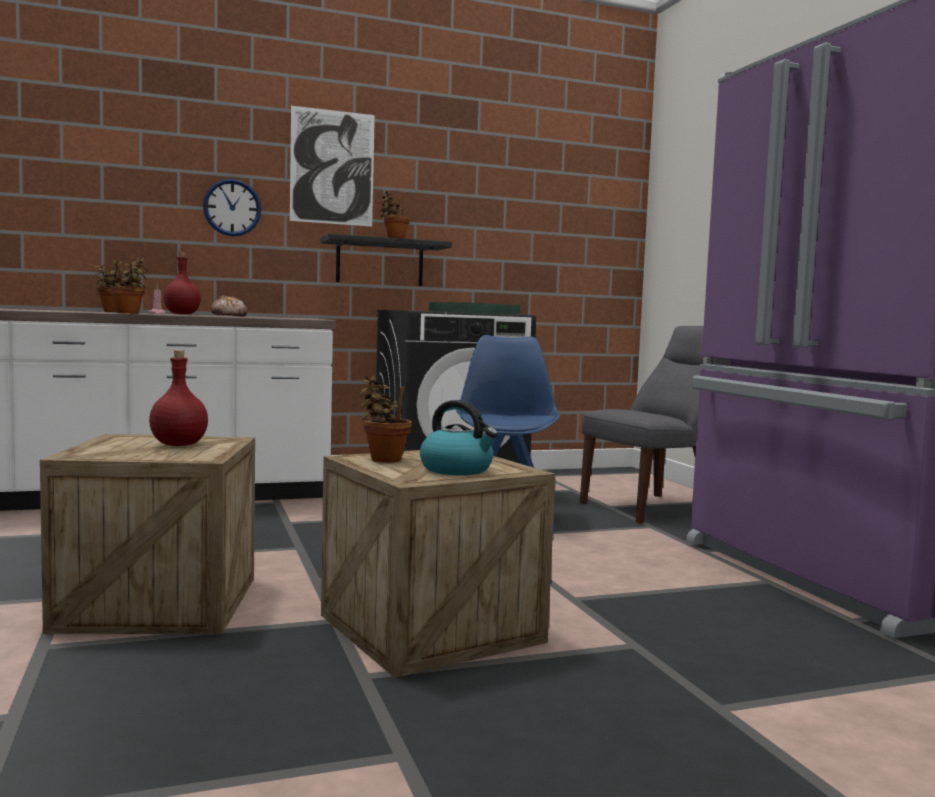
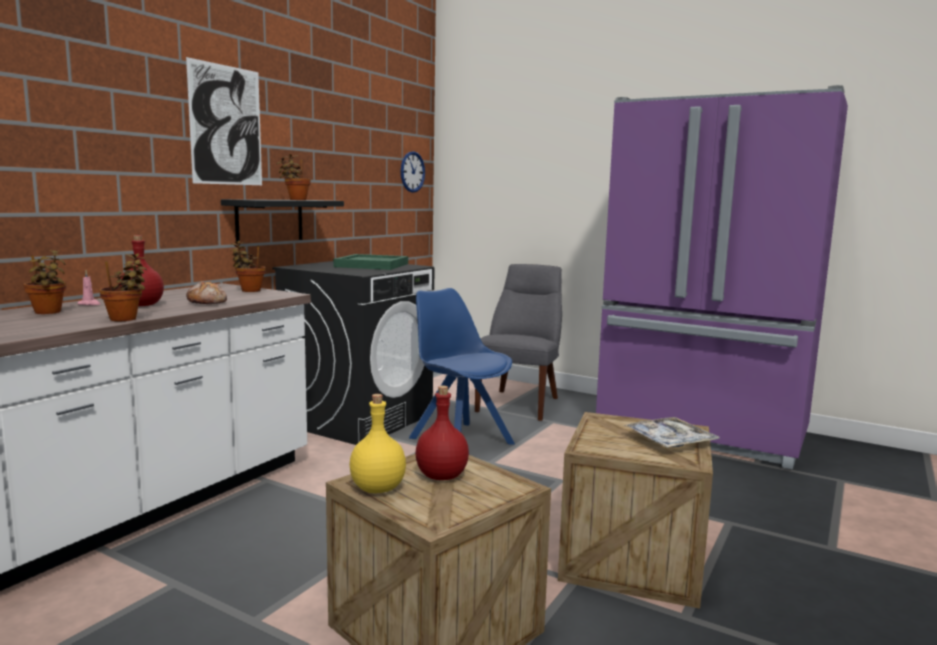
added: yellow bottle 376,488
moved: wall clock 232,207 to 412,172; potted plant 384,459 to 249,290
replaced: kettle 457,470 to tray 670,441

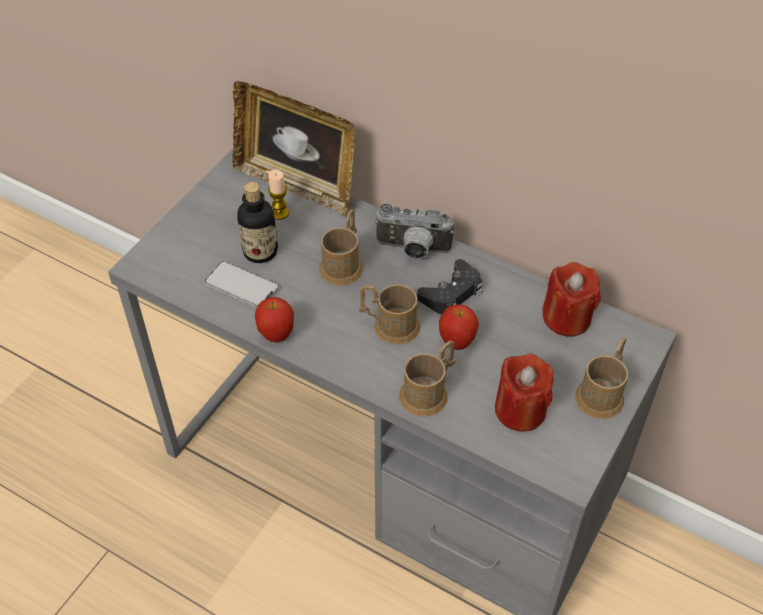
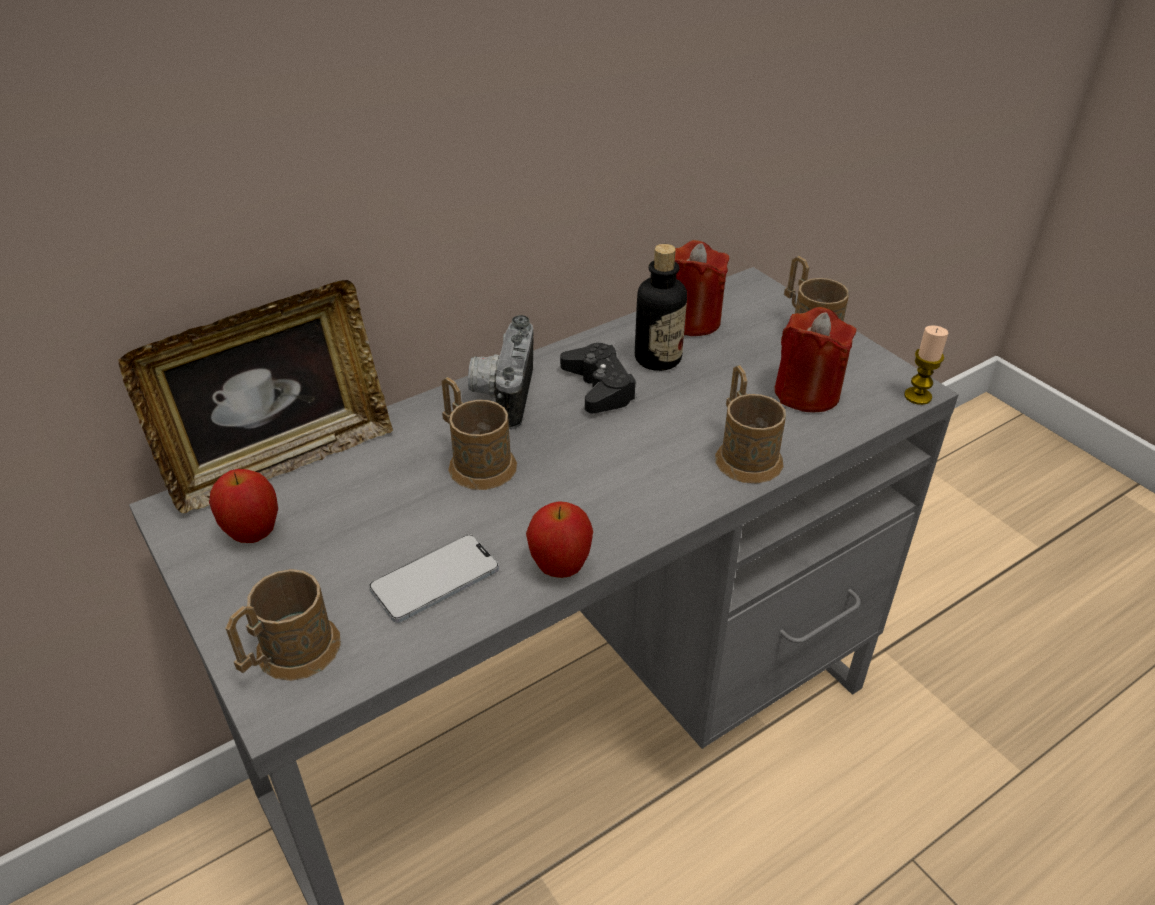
moved: bottle 260,252 to 658,358; candle 280,213 to 917,396; brown mug 389,325 to 289,655; apple 457,342 to 253,534
turned: photo camera 412,250 = 502,395 150 degrees clockwise

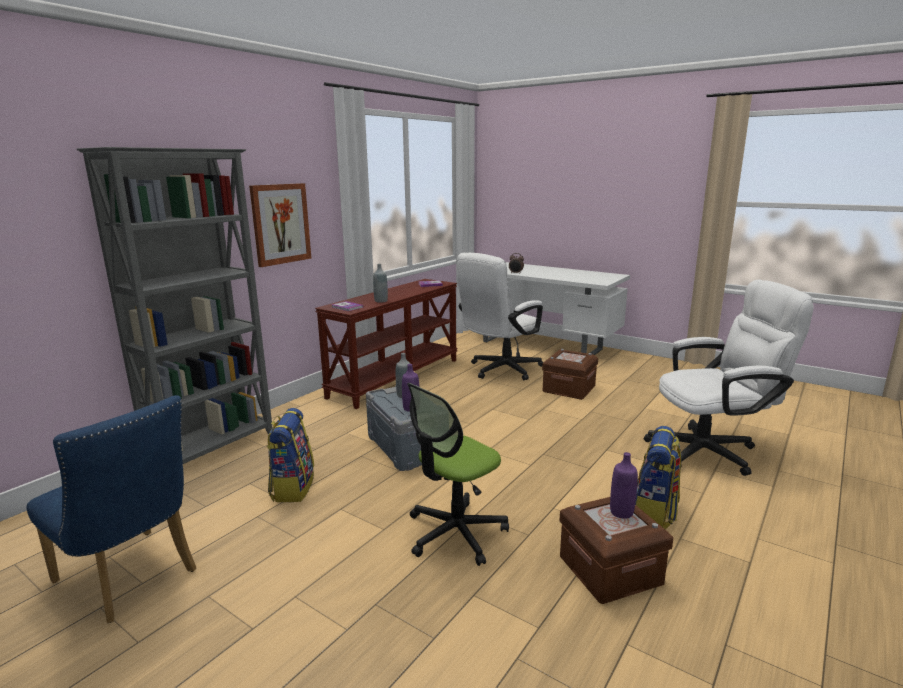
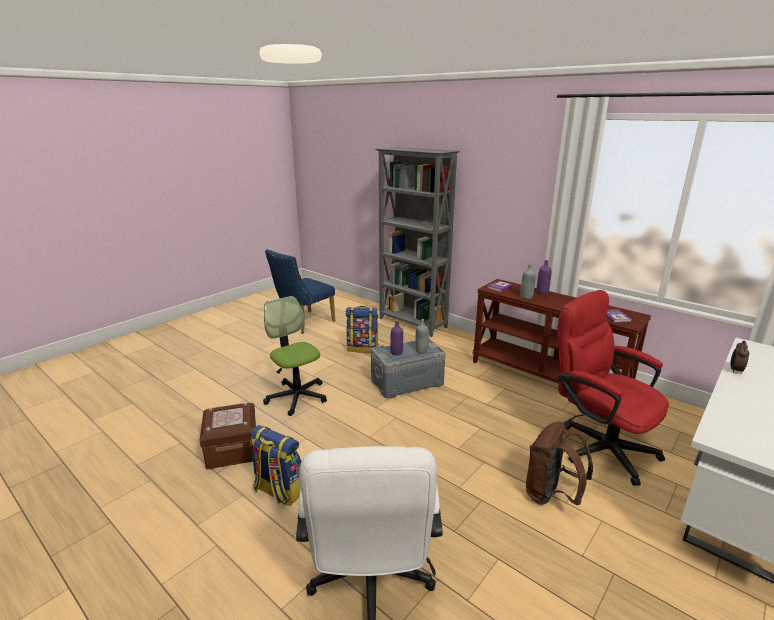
removed: picture 280,224
moved: purple bottle 621,512 to 542,292
replaced: brown storage box 569,389 to brown backpack 551,495
recoloured: white office chair 500,370 to red office chair 598,445

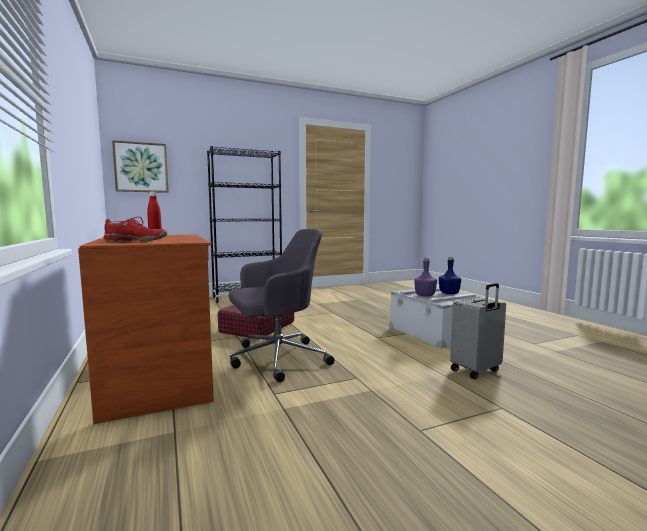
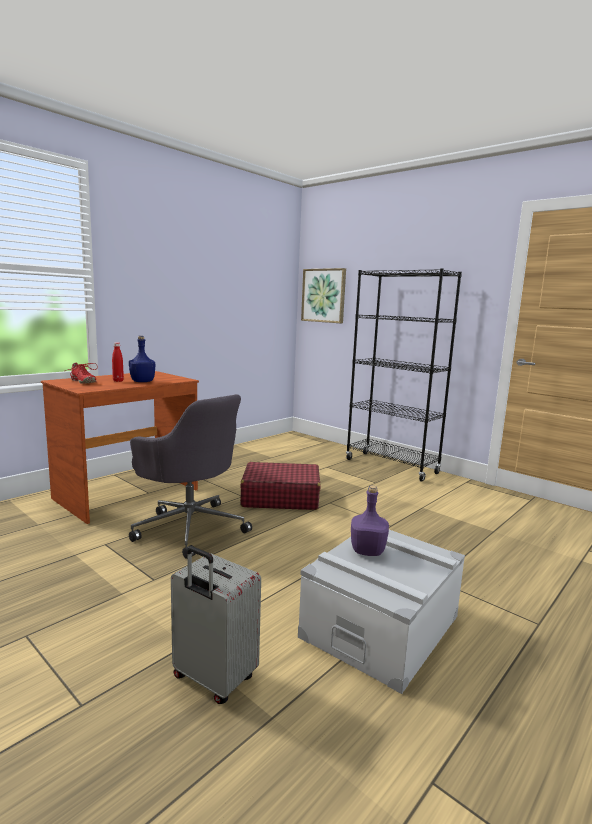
moved: blue bottle 448,293 to 142,381

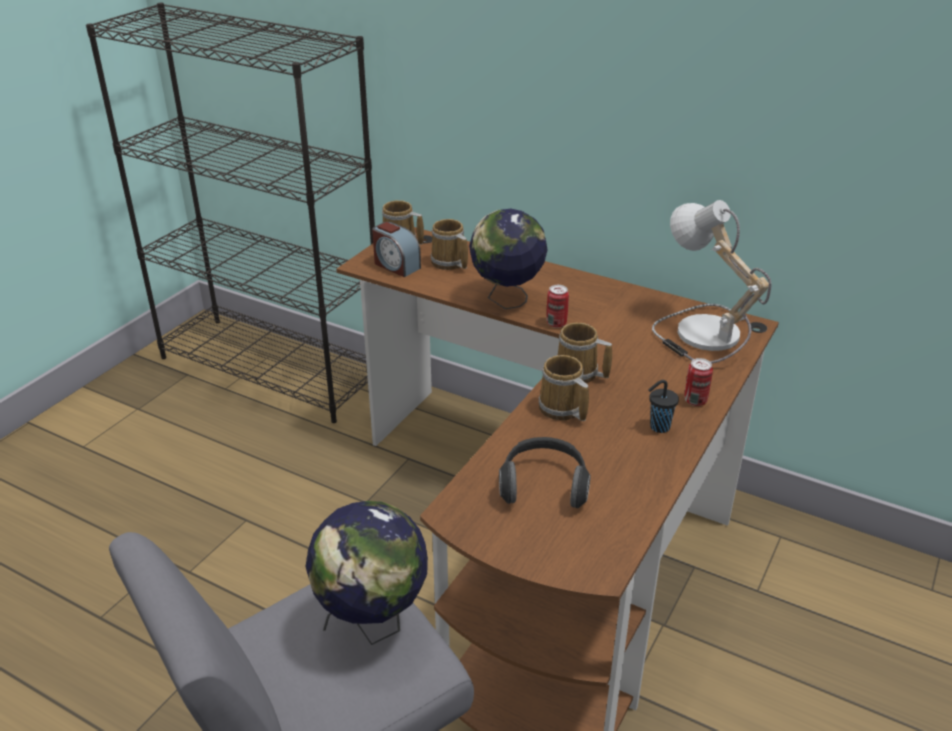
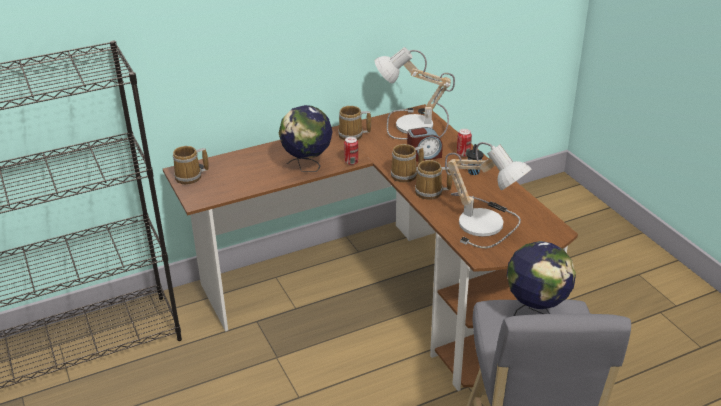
moved: alarm clock 396,266 to 424,156; mug 449,263 to 352,135
replaced: headphones 544,485 to table lamp 486,222

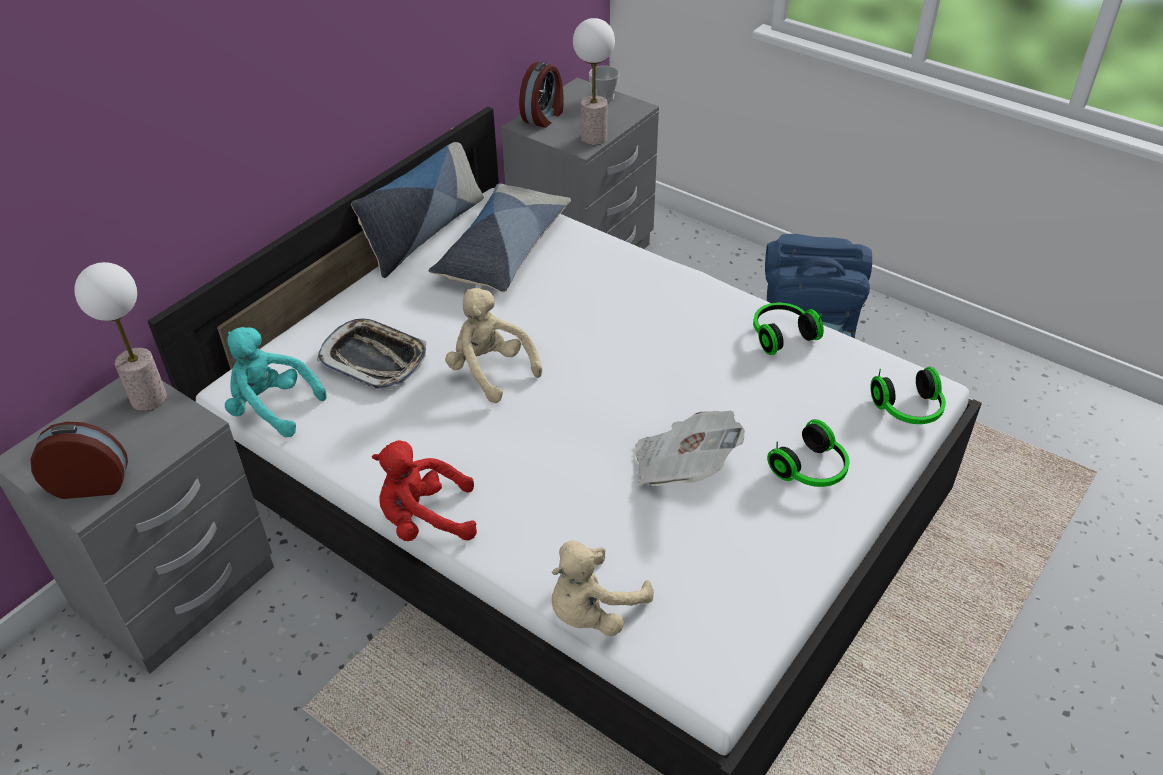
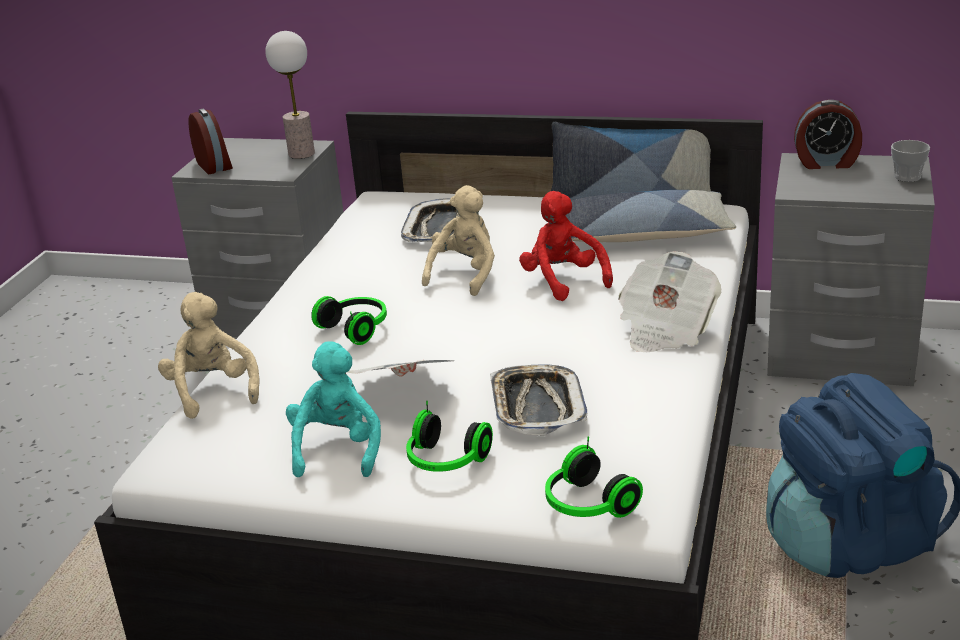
removed: table lamp 594,138
added: tray 537,406; newspaper 666,328
moved: turquoise plush toy 272,408 to 338,449; red plush toy 425,519 to 563,281; headphones 781,335 to 356,328
turned: beige plush toy 592,610 = 213,391 45 degrees clockwise

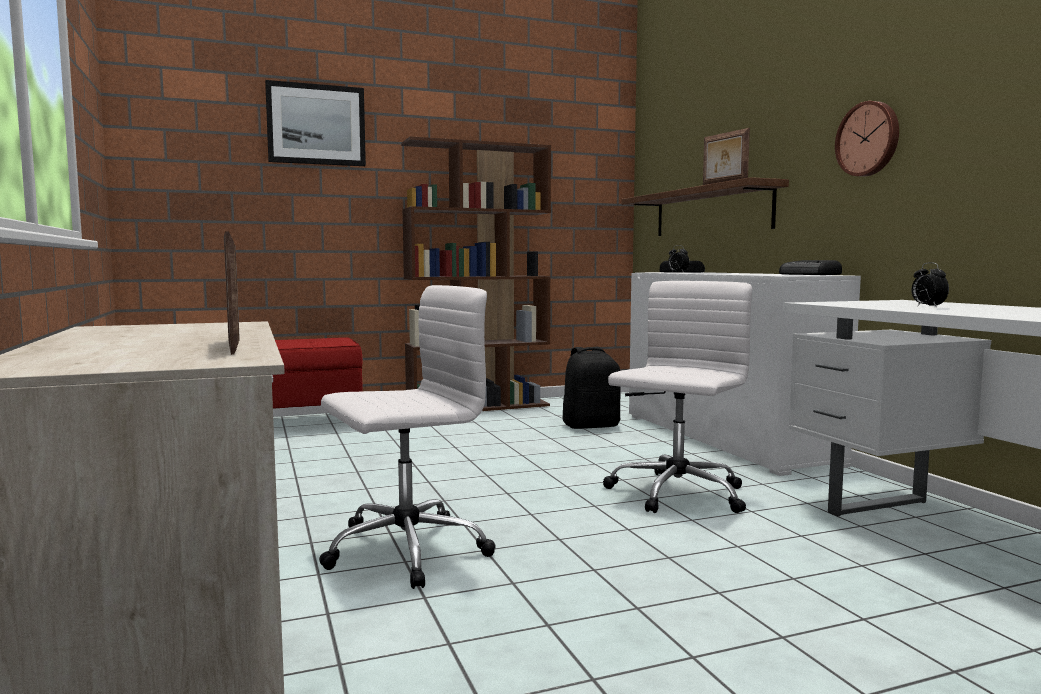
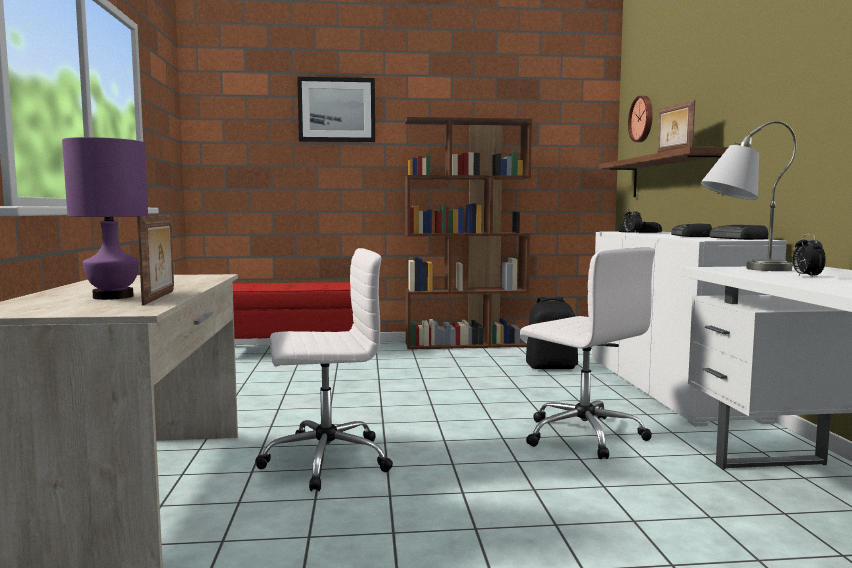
added: purple table lamp 113,297; radio 691,236; grey table lamp 741,269
moved: wall clock 869,139 to 642,119
turned: white office chair 676,494 = 582,435 90 degrees clockwise

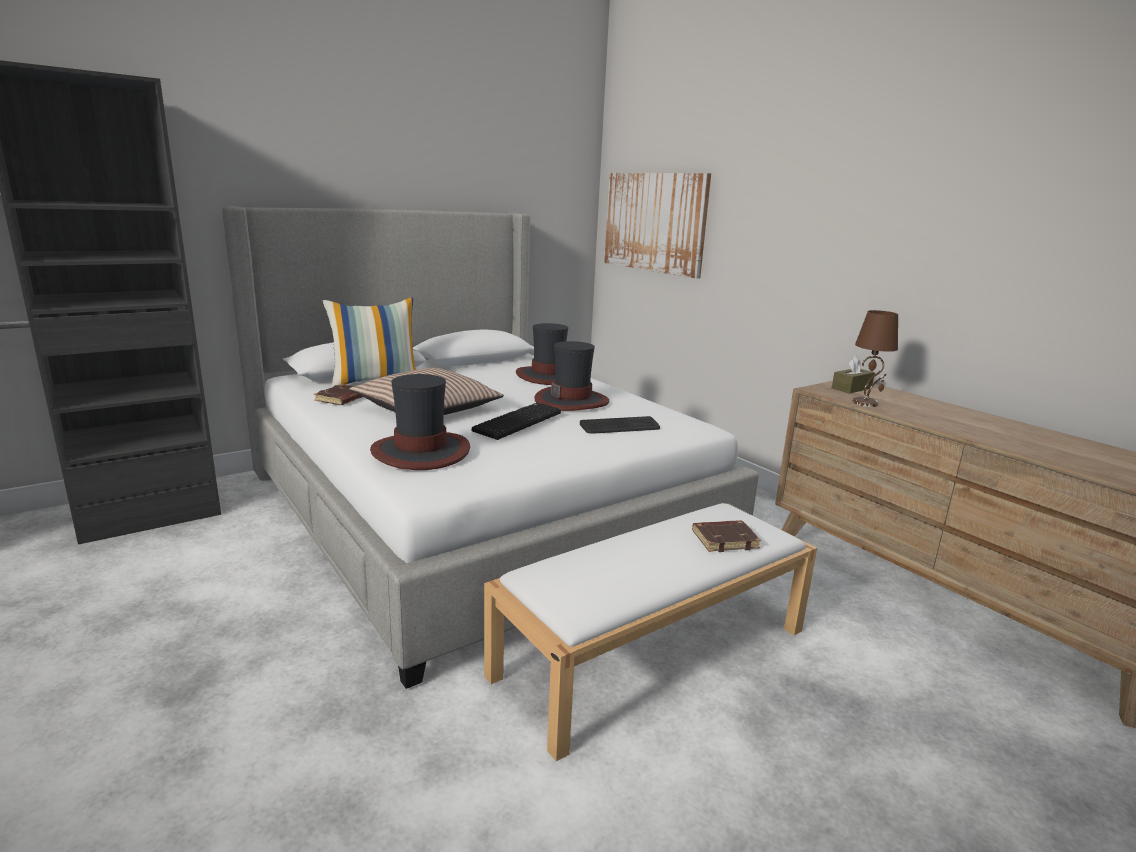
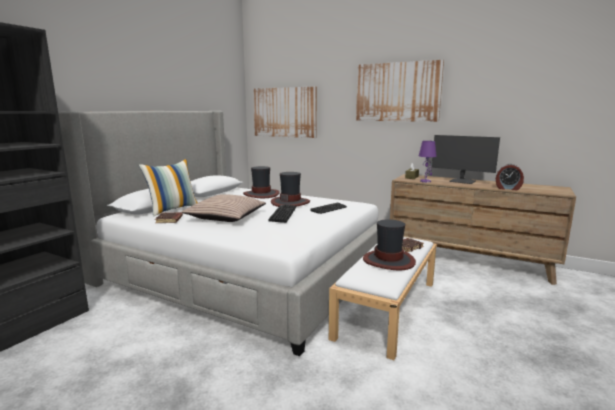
added: picture 397,92; monitor 462,181; alarm clock 508,188
moved: hat 421,452 to 389,260
recoloured: brown table lamp 865,403 to purple table lamp 425,181

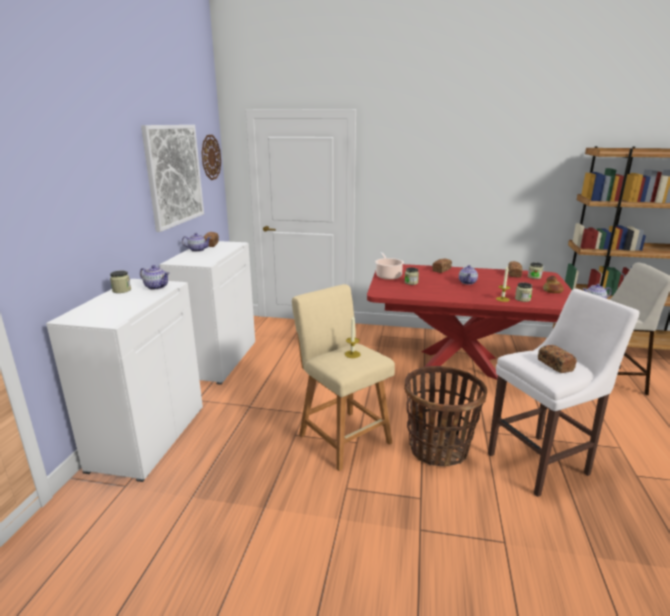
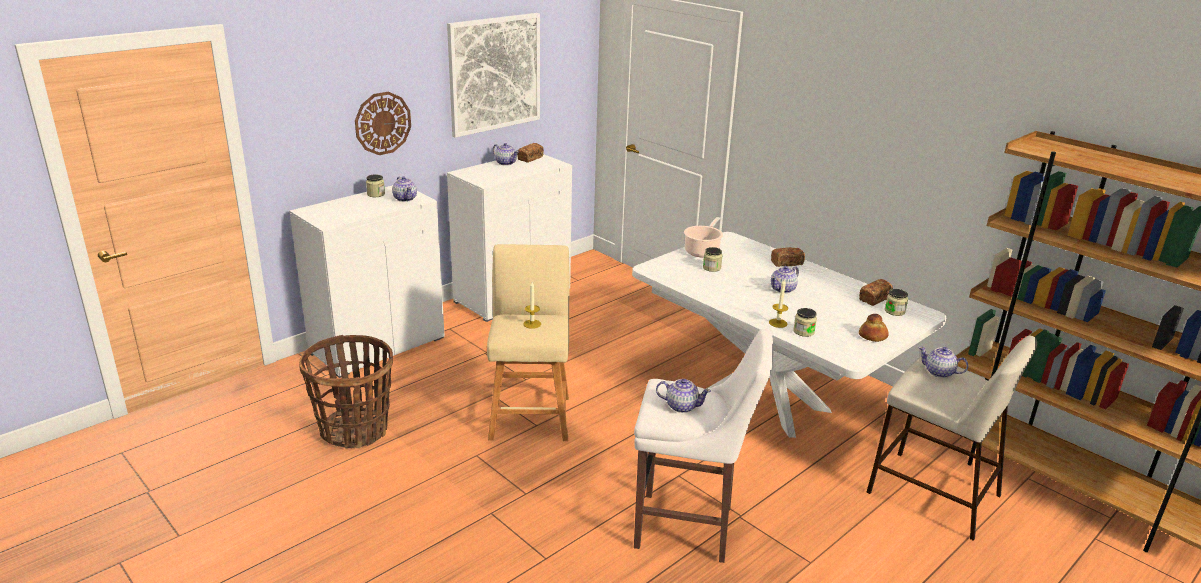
moved: wall clock 210,157 to 382,123; basket 438,449 to 355,430
replaced: bread 555,365 to teapot 681,406
recoloured: red dining table 459,365 to white dining table 768,401

